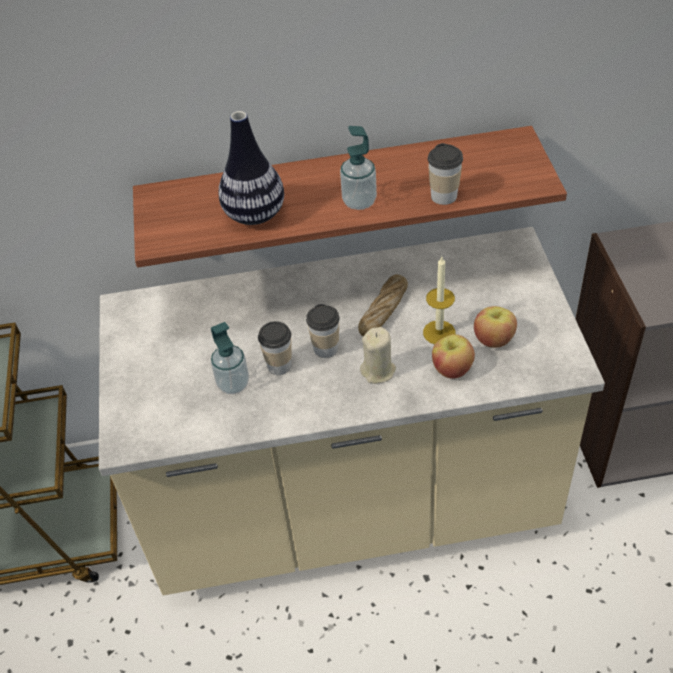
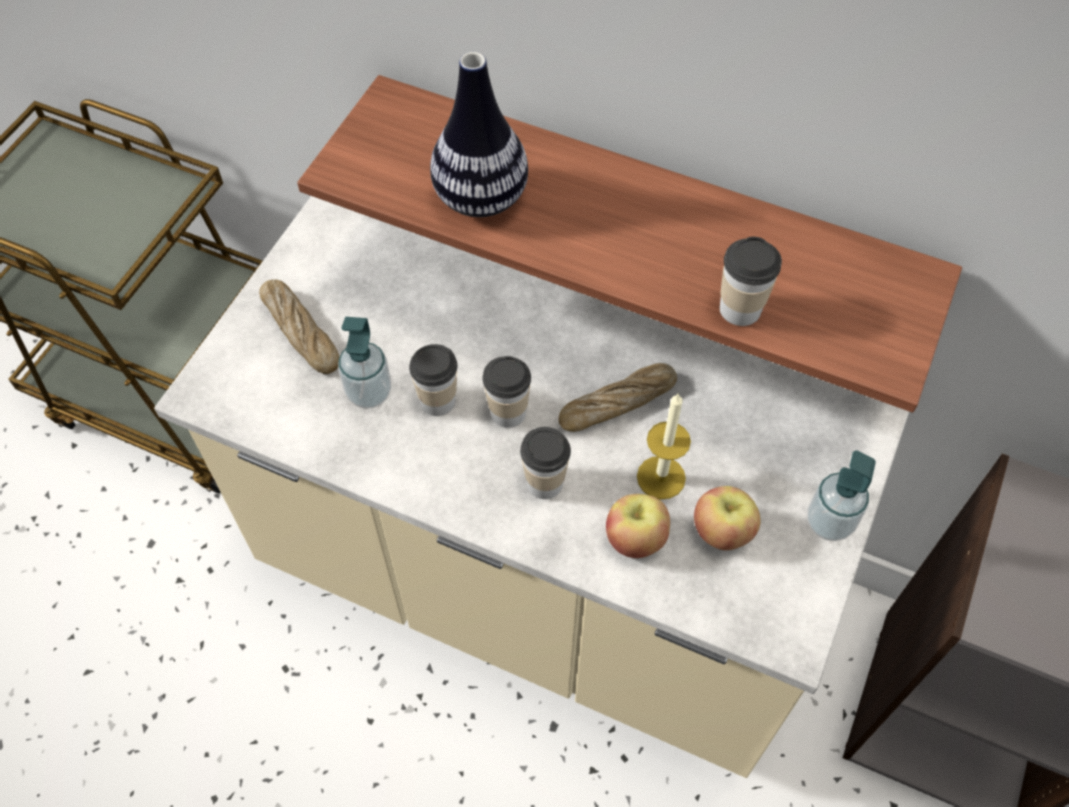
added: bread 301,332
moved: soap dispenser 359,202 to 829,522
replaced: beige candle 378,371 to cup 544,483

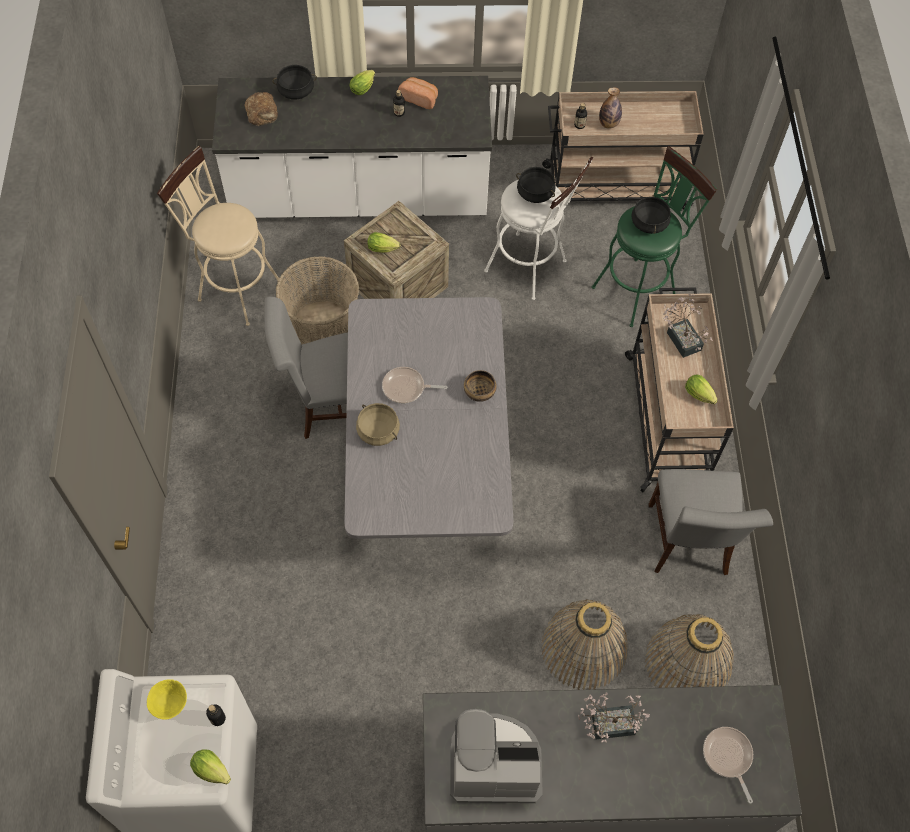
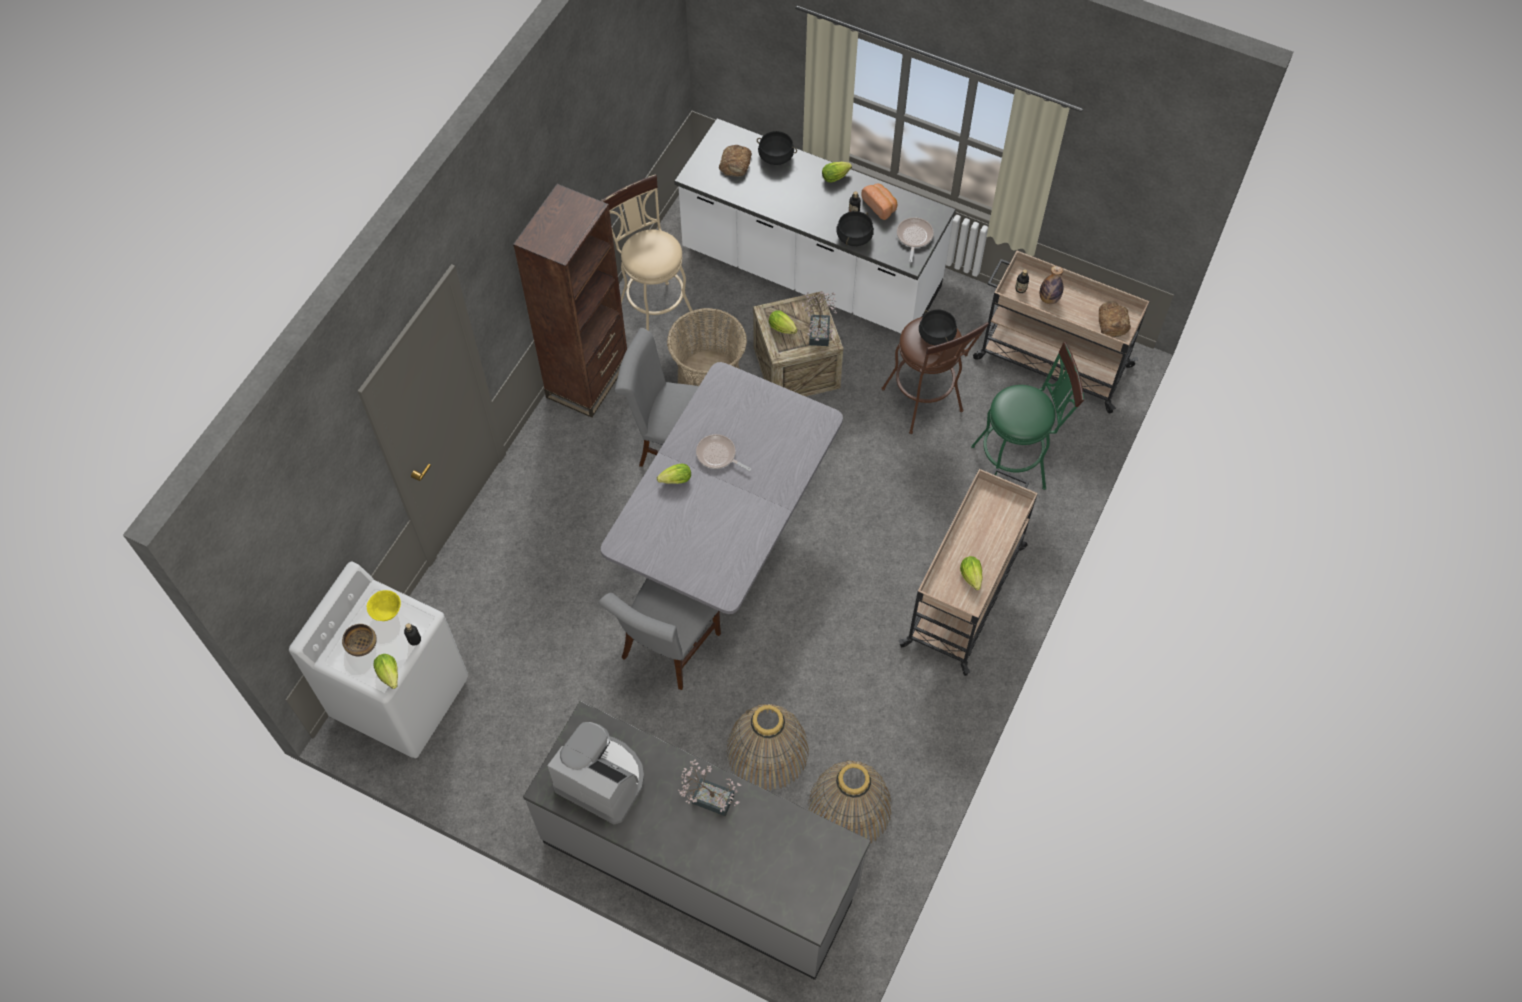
added: brown bookcase 588,379; bread 1112,322
moved: bowl 479,391 to 361,644; black cooking pot 649,223 to 854,236; grey chair 689,545 to 667,650; potted plant 682,337 to 820,330; frying pan 728,757 to 914,237
replaced: beige cooking pot 378,431 to lettuce 674,480
recoloured: white stool 531,269 to brown stool 925,405

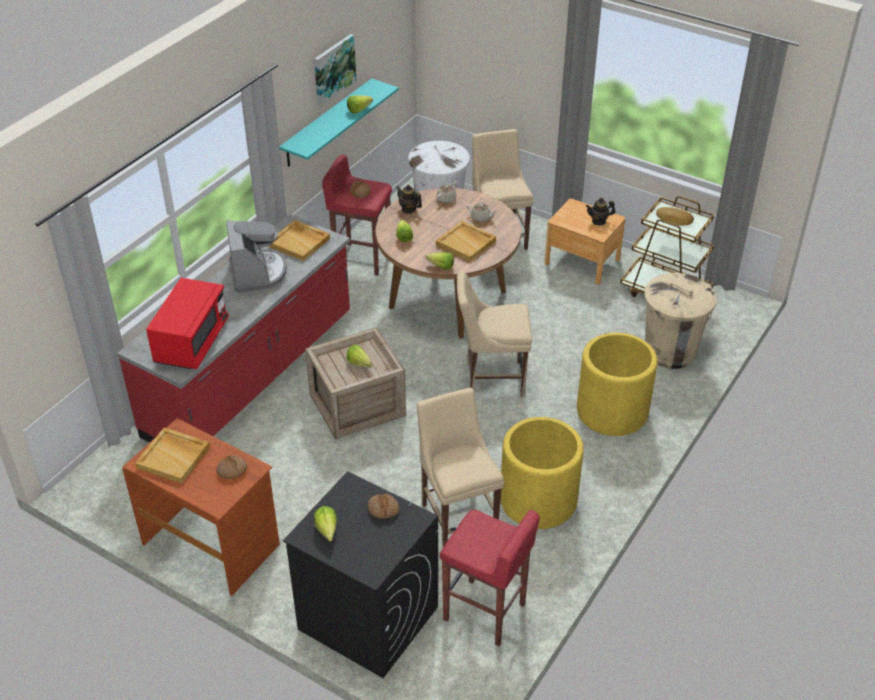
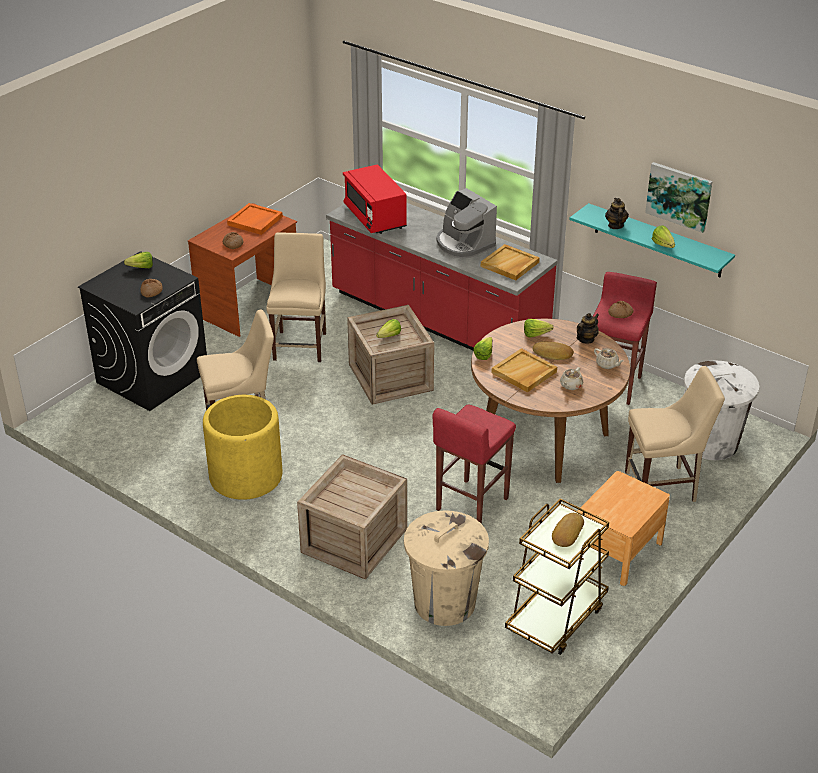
added: bread 553,354
moved: red stool 485,613 to 471,504; beige chair 491,379 to 301,344; teapot 599,221 to 615,225
replaced: yellow planter 612,411 to crate 353,541
recoloured: beige tray 174,457 to orange tray 255,221
turned: red microwave 192,342 = 375,217 45 degrees clockwise; coffee machine 257,273 = 464,244 60 degrees clockwise

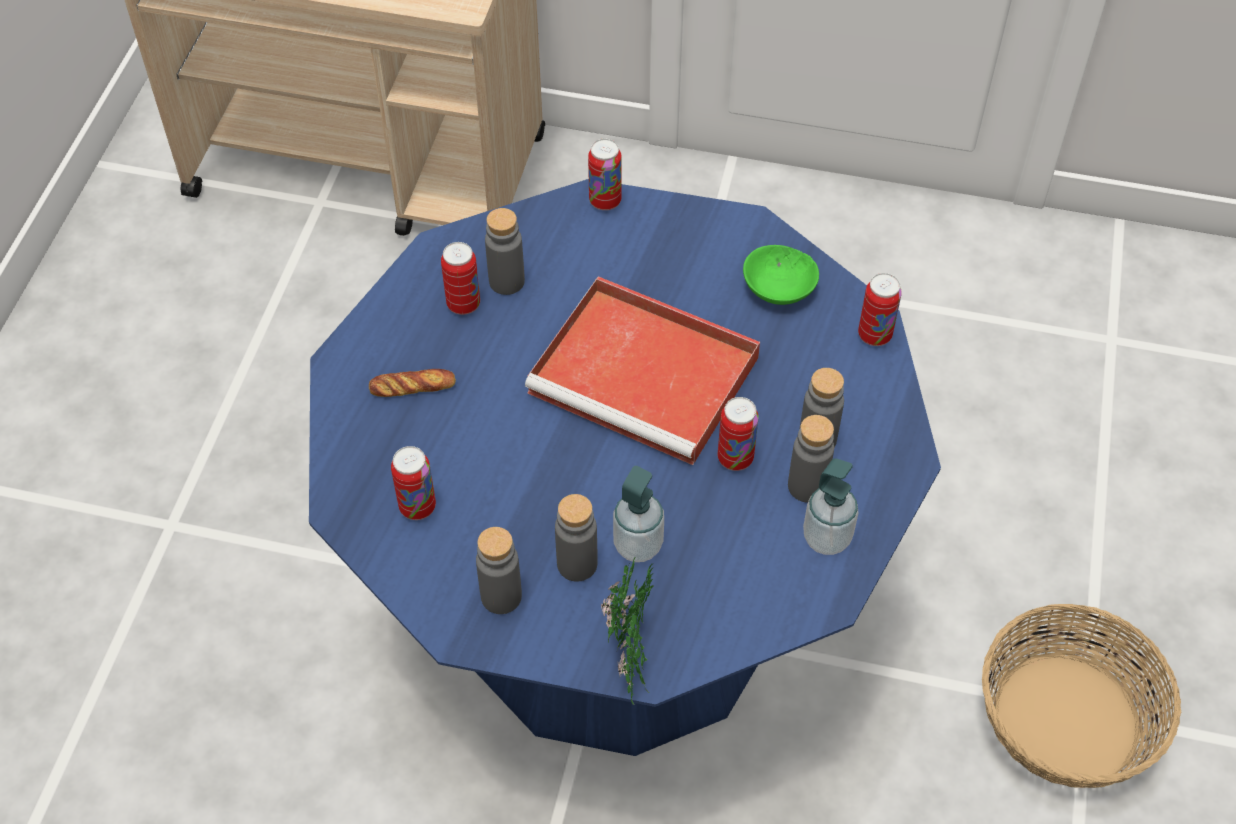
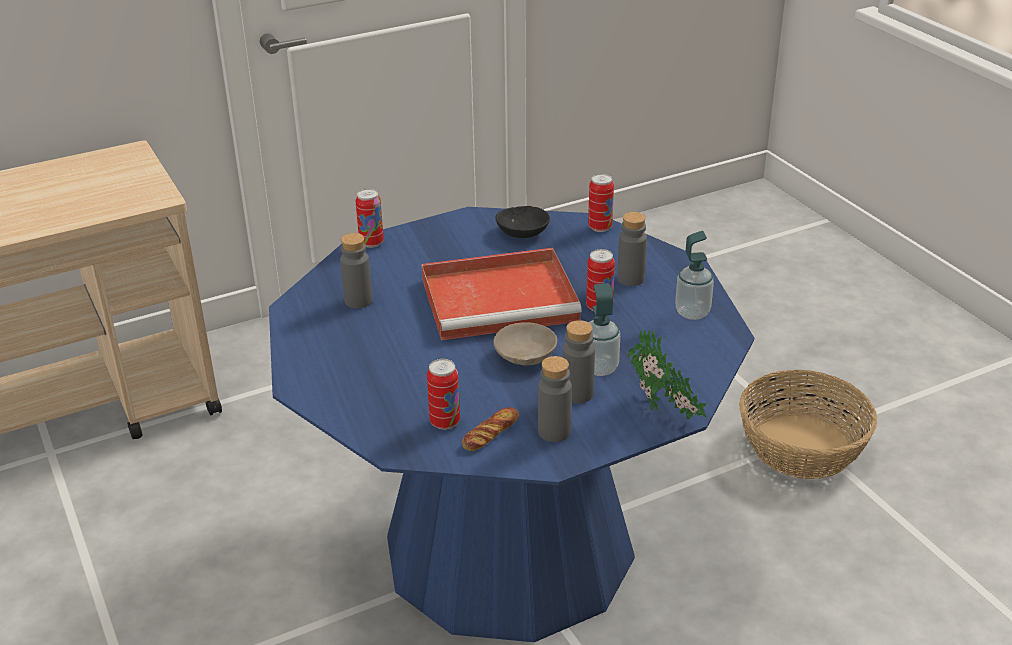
removed: can 463,304; grey bottle 807,486
added: beige bowl 526,355
moved: bread 412,387 to 490,433
recoloured: green bowl 777,289 to black bowl 522,233

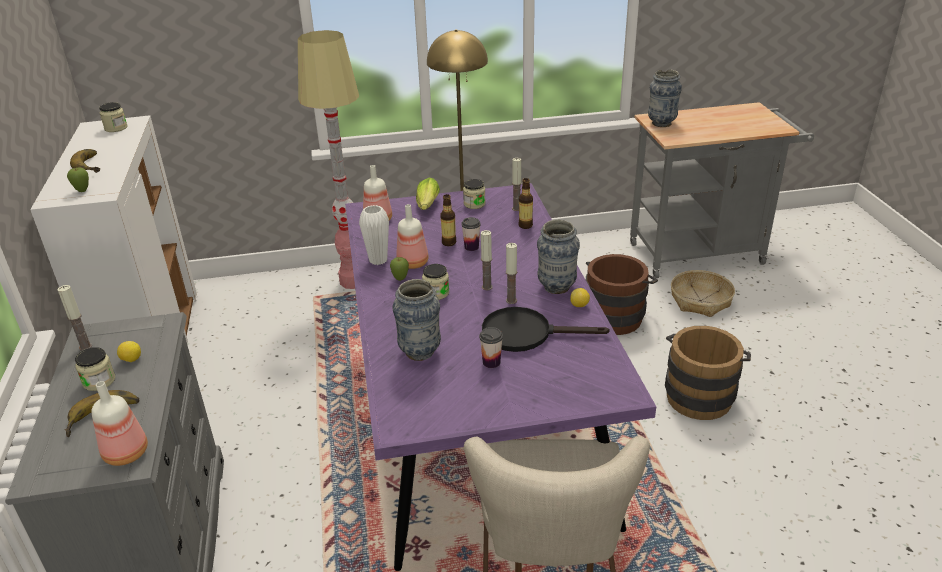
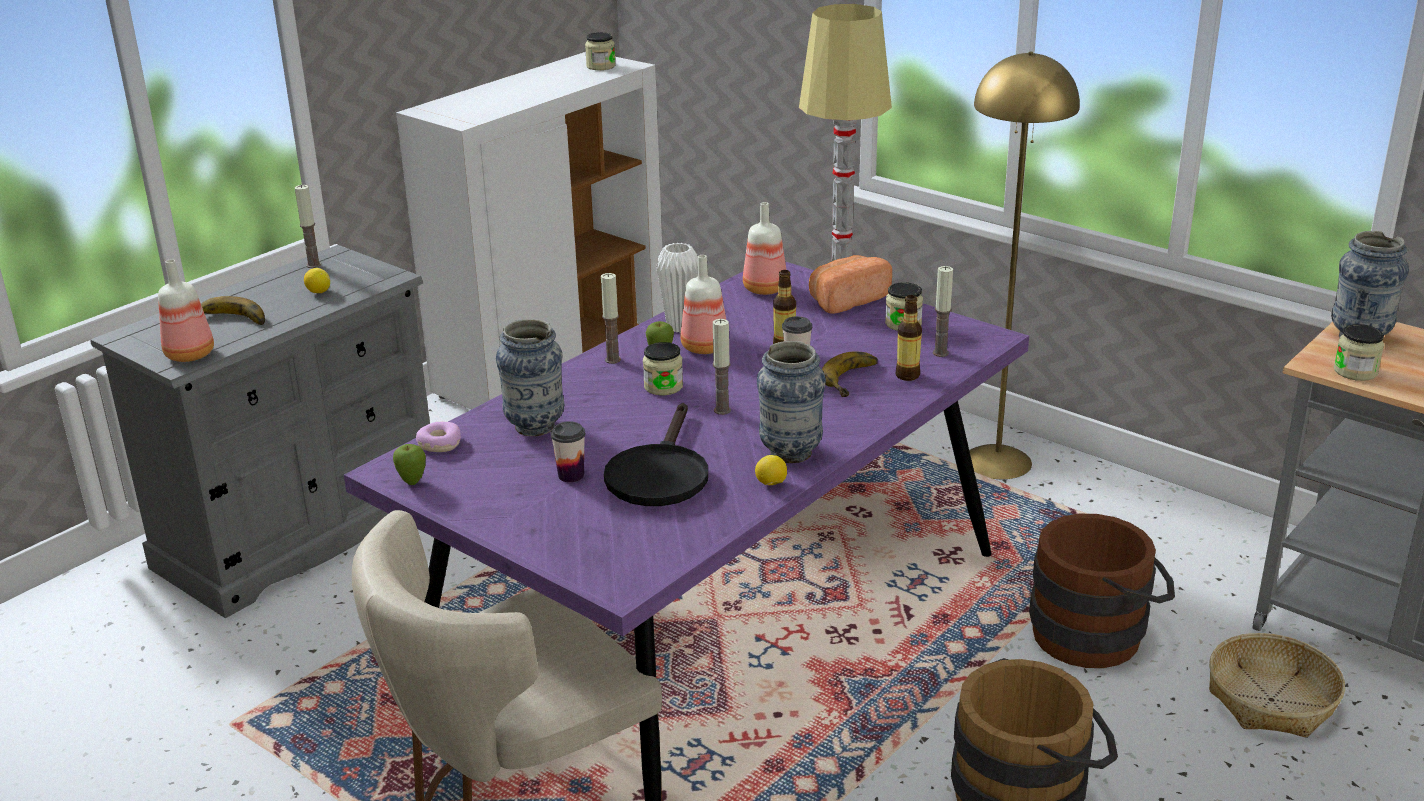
added: donut 439,444
moved: apple 82,190 to 412,482; banana 93,164 to 856,380; jar 99,381 to 1355,371; candle 511,300 to 612,360
replaced: lettuce 427,206 to bread 846,300
turned: black frying pan 526,333 = 659,473 135 degrees counterclockwise

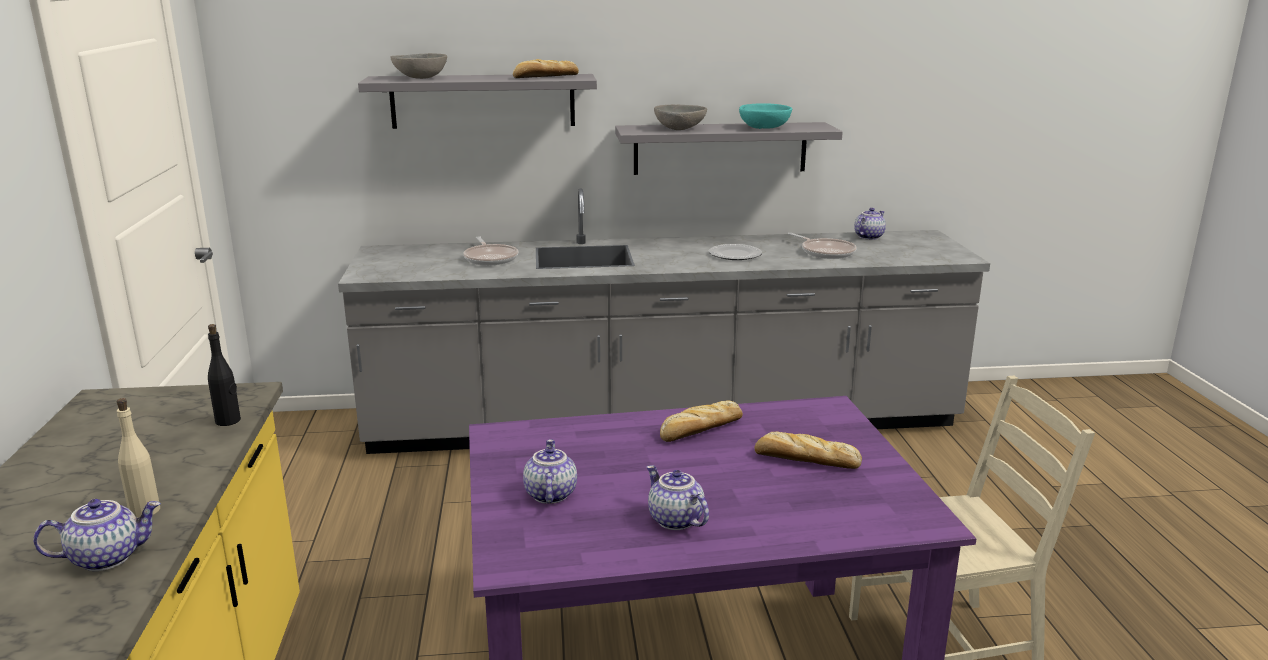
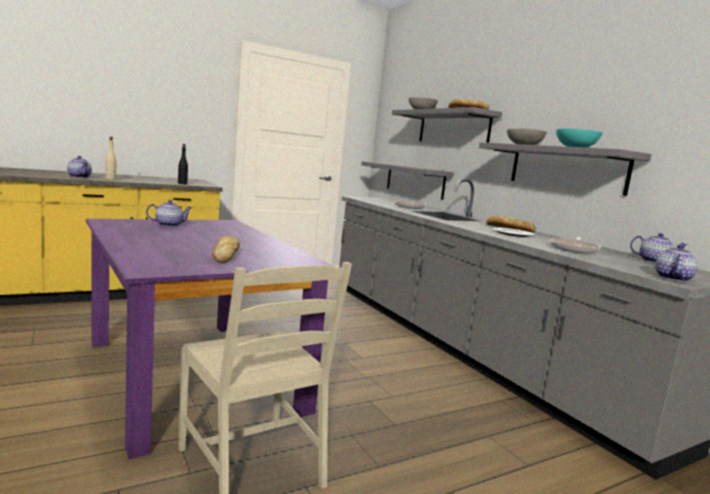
added: grey shelf 414,180
moved: teapot 674,520 to 671,278; bread 700,429 to 508,228

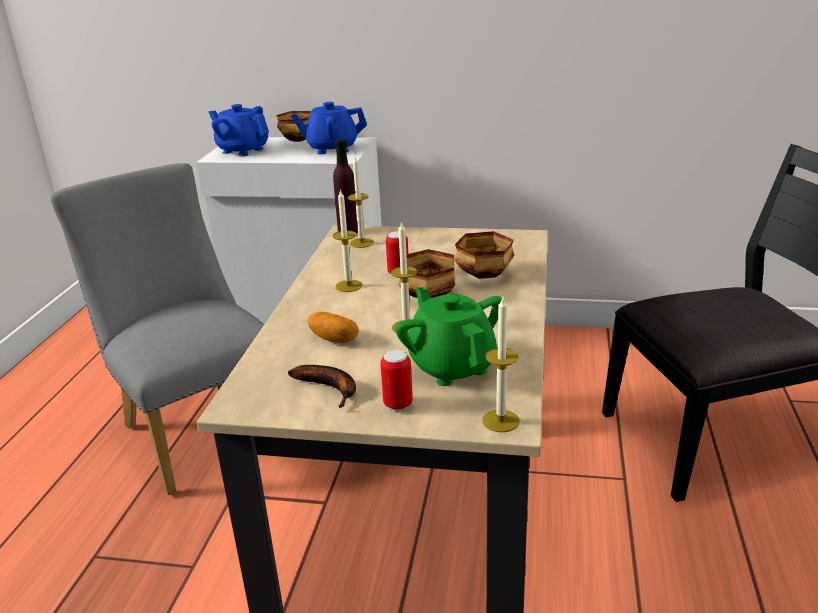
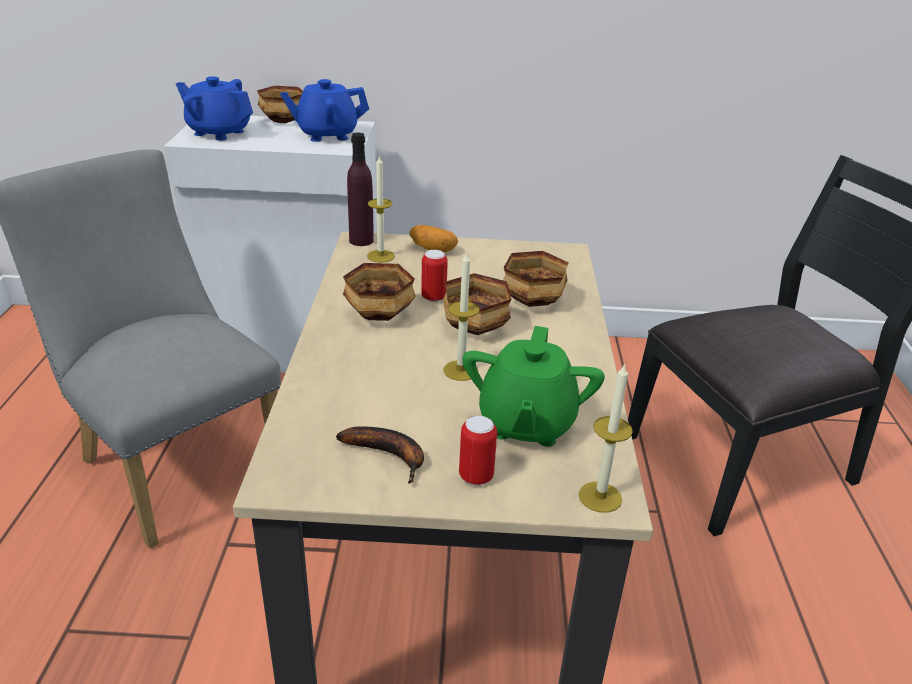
moved: potato 334,339 to 433,249
replaced: candle 349,286 to bowl 379,314
turned: green teapot 452,366 = 526,423 135 degrees counterclockwise

